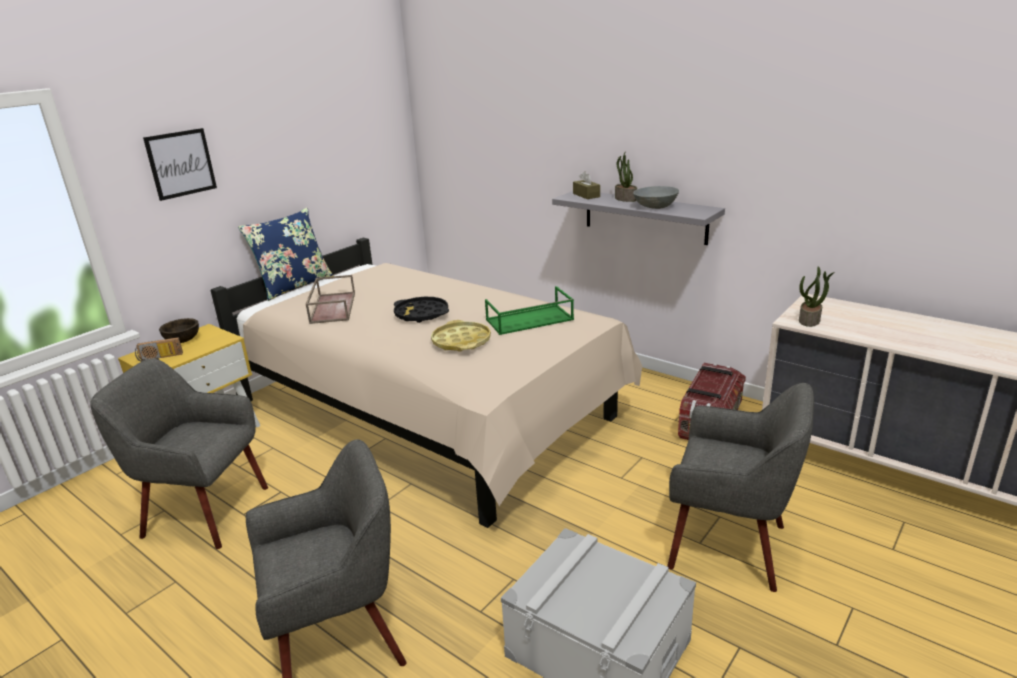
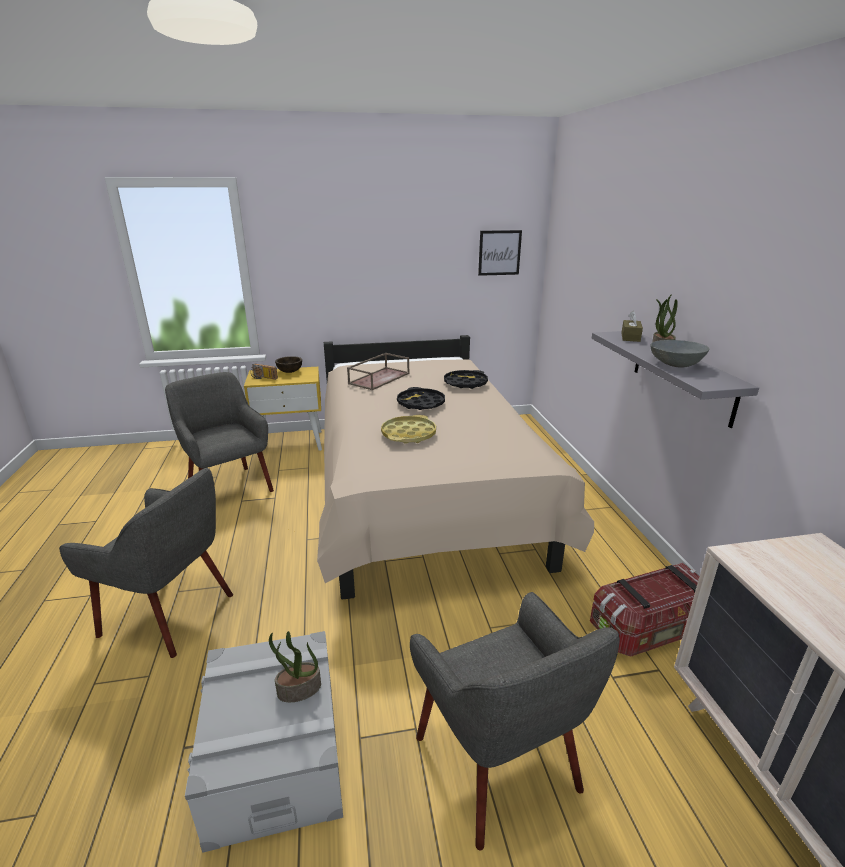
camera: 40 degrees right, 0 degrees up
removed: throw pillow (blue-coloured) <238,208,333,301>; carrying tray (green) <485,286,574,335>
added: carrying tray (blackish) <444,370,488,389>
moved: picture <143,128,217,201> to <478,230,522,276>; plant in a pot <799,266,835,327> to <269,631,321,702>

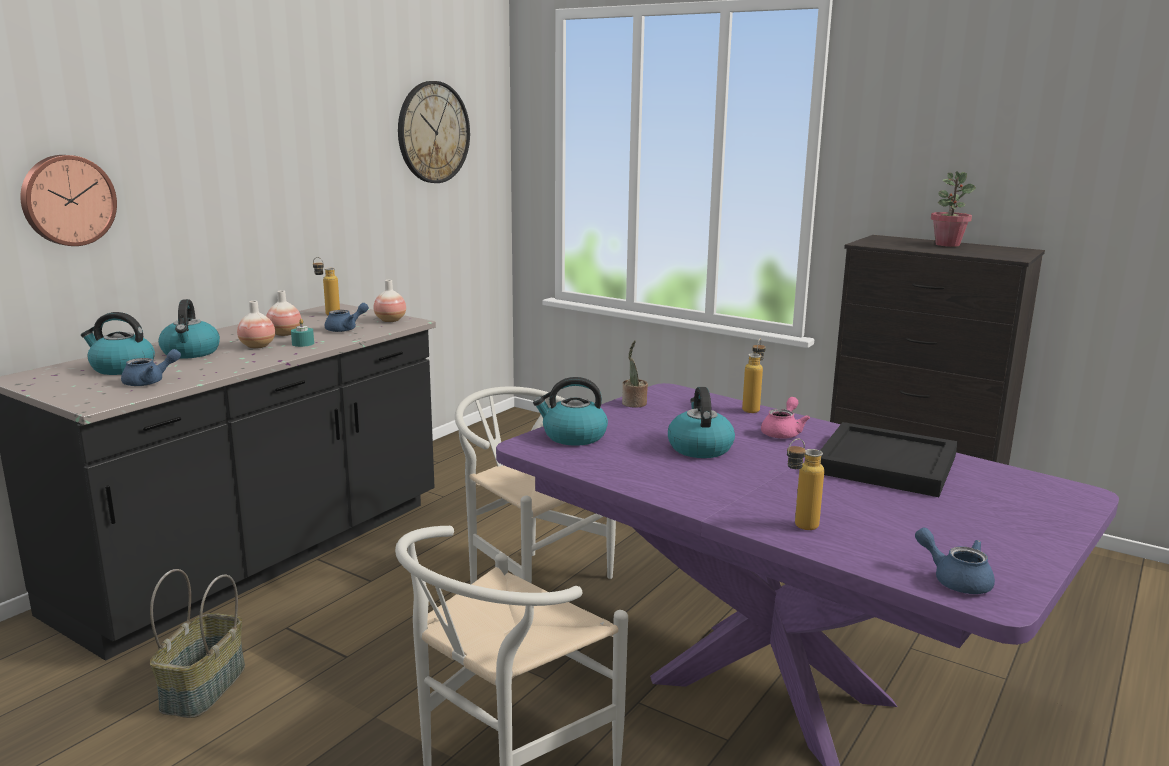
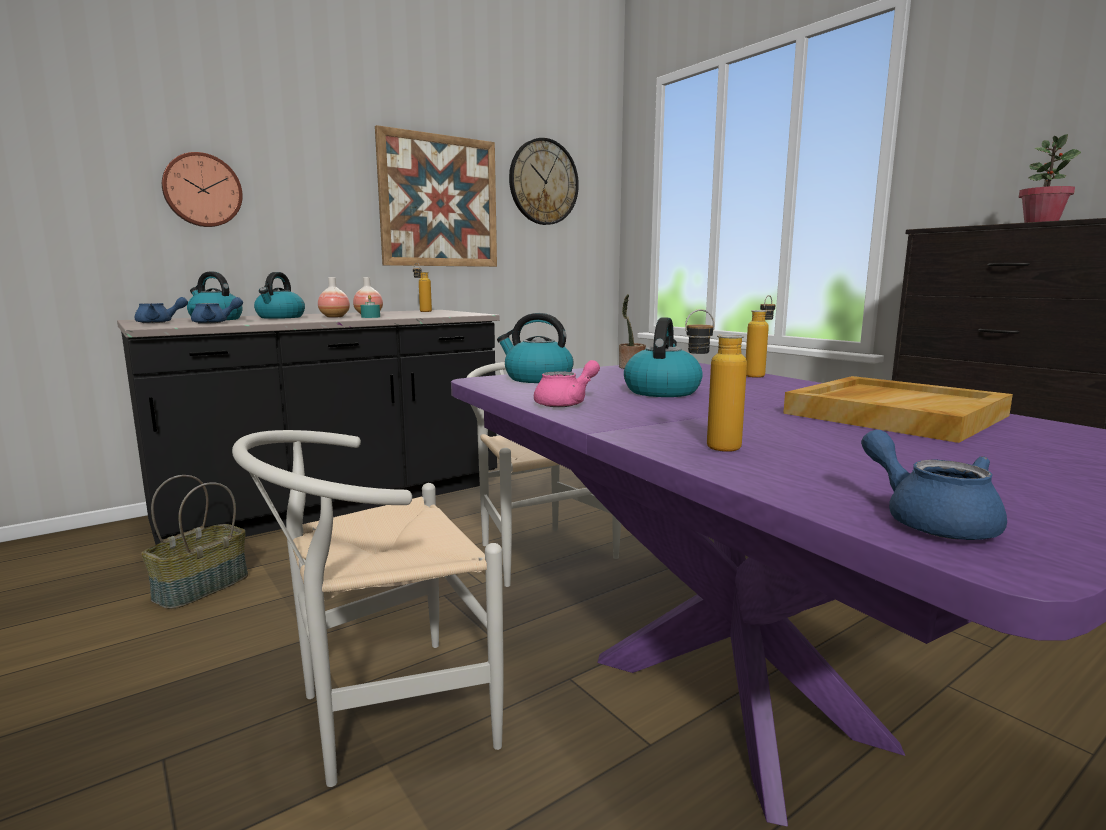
camera: 20 degrees right, 5 degrees down
removed: vase <374,280,406,322>
added: picture <375,125,497,267>
moved: teapot (blue-coloured) <324,303,369,332> to <135,297,188,323>; teapot (pinkish) <761,397,810,439> to <534,360,600,407>
recoloured: carrying tray (blackish) <820,422,958,497> to carrying tray (beige-coloured) <783,376,1013,443>

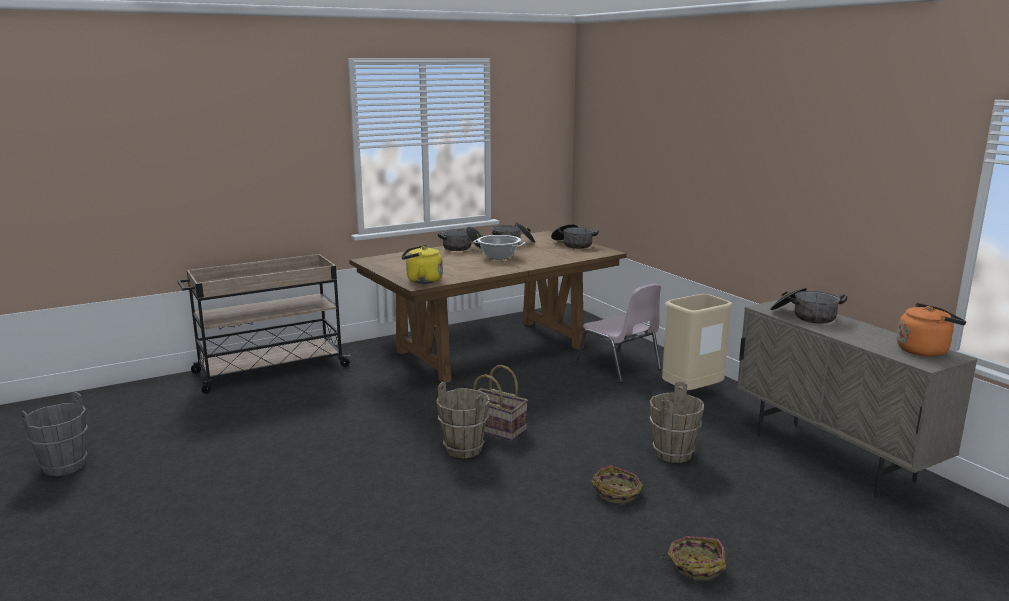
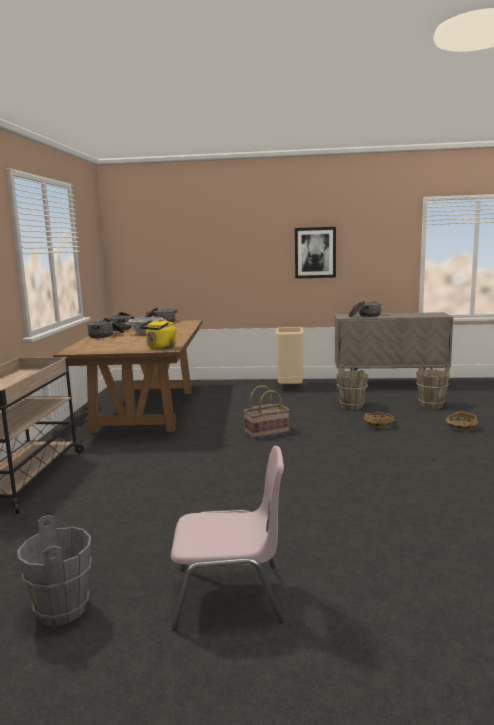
camera: 55 degrees left, 5 degrees down
removed: tea kettle (orange-coloured) <897,303,966,357>
added: picture <295,227,336,279>
moved: upright chair (pinkish) <575,284,661,383> to <171,445,284,631>; bucket (brownish) <436,382,490,458> to <416,364,450,409>

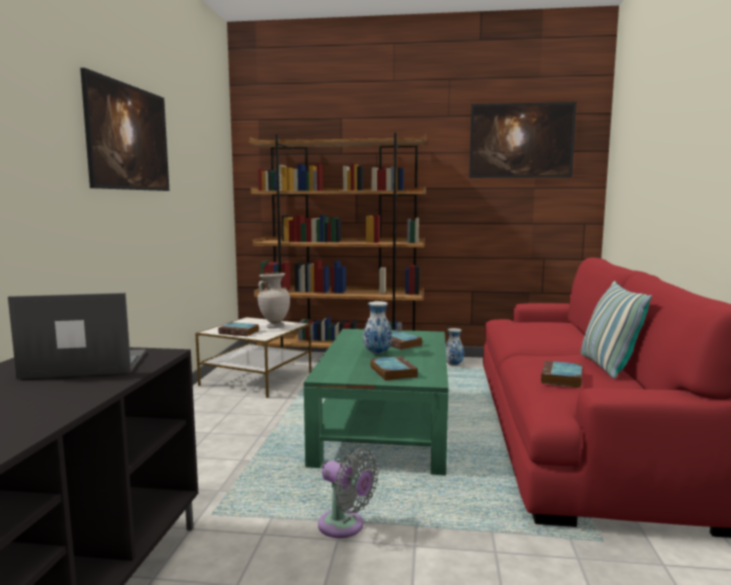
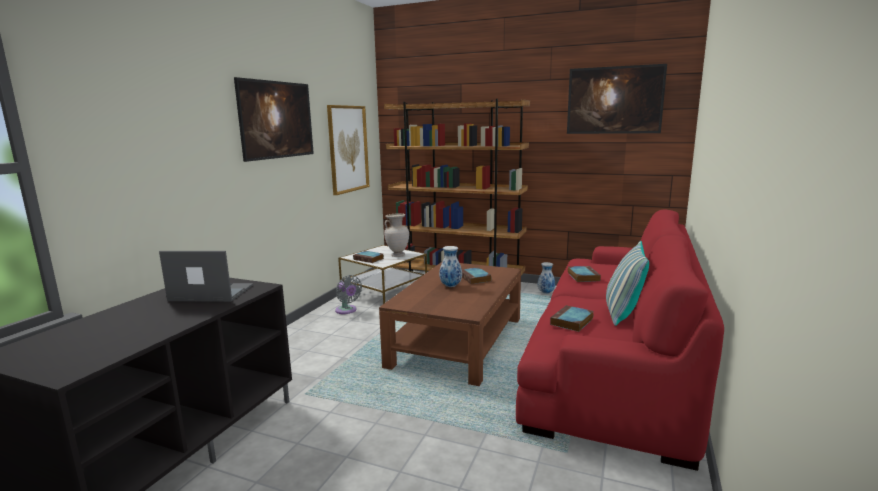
camera: 15 degrees right, 5 degrees up
added: picture <327,105,369,195>
moved: book <370,356,418,381> to <568,266,601,282>; cooling fan (gray) <318,448,379,538> to <335,275,362,314>
recoloured: lounge table (green) <304,329,448,475> to lounge table (brownish) <379,261,521,386>

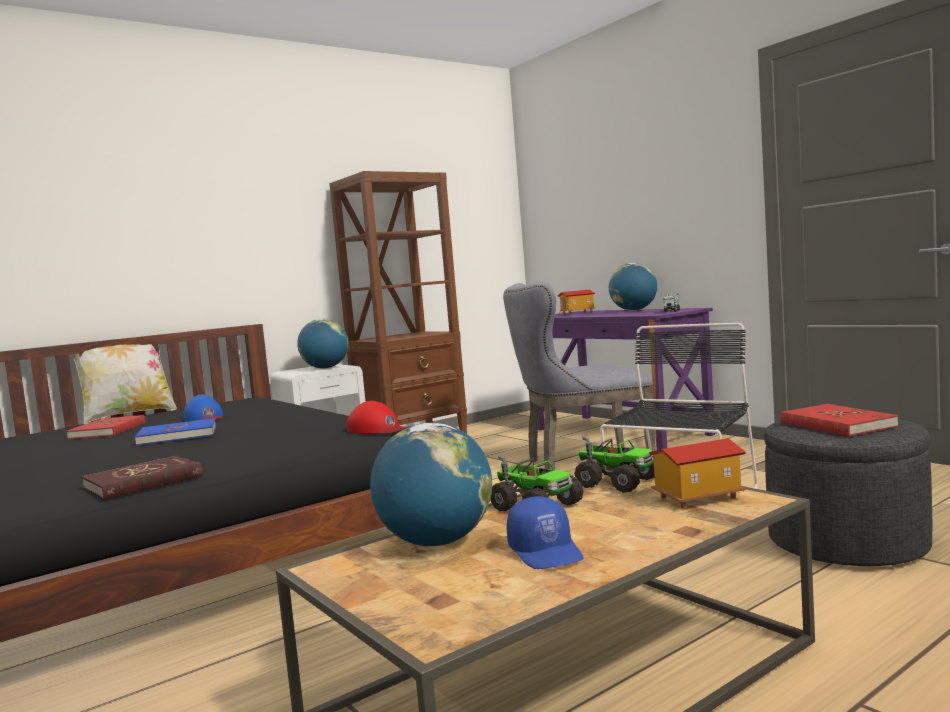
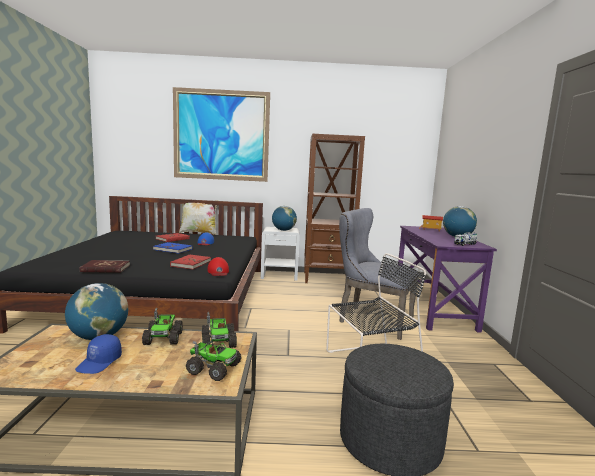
camera: 35 degrees right, 5 degrees up
added: picture <173,87,270,182>
moved: book (red) <780,404,898,437> to <170,254,211,269>
replaced: miniature house <649,438,746,508> to toy lorry <186,340,242,381>

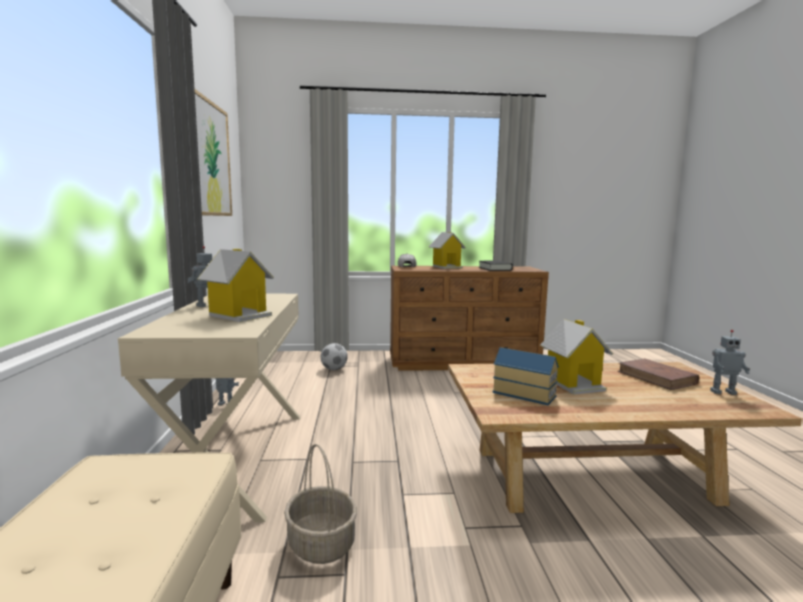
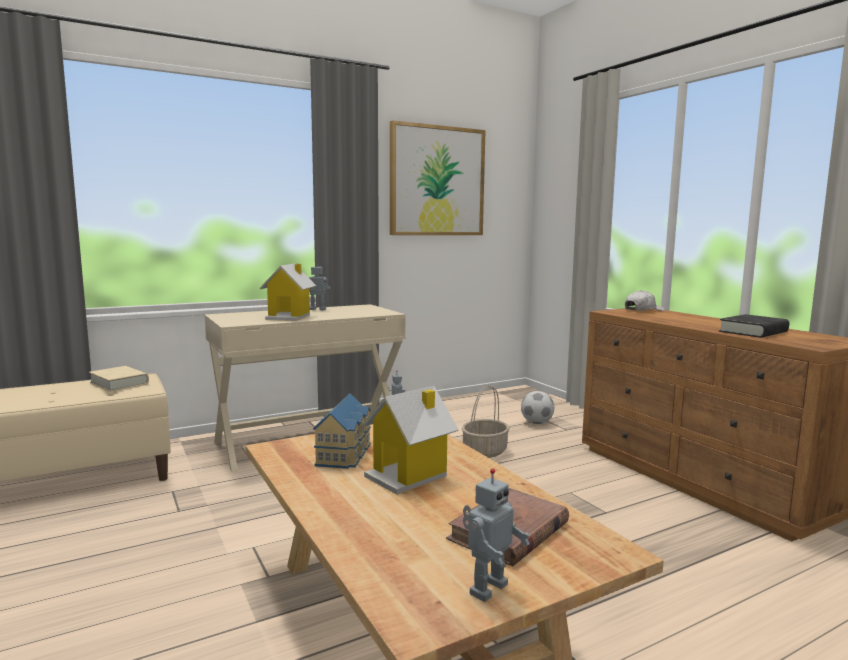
camera: 65 degrees right, 0 degrees up
removed: miniature house <429,232,466,269>
added: book (beige-coloured) <89,366,149,392>
moved: storage basket <284,444,357,564> to <462,385,510,458>
turned: model robot <710,330,750,395> = <463,468,530,602> 120 degrees counterclockwise

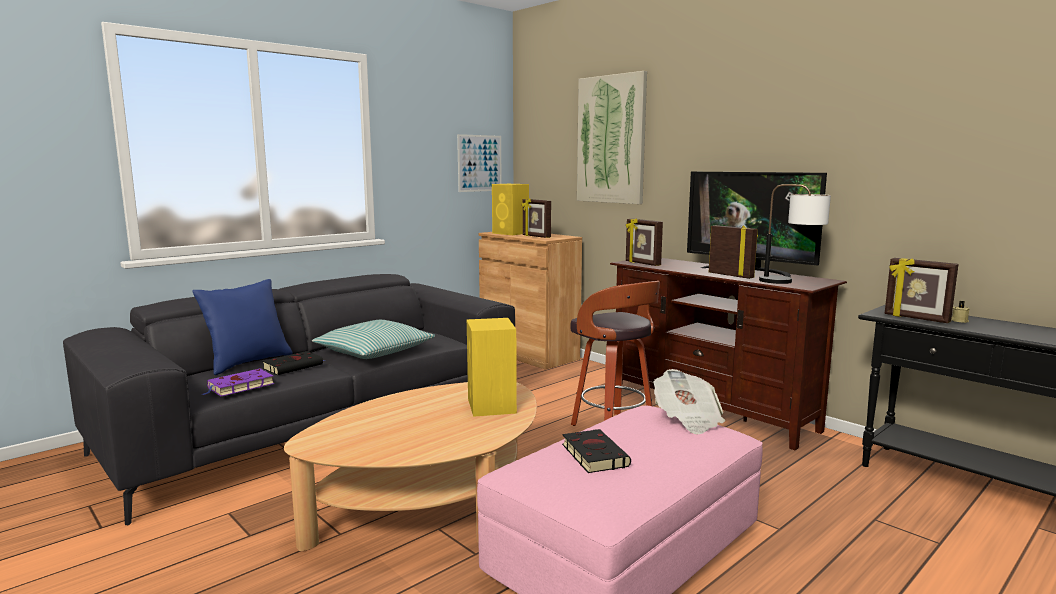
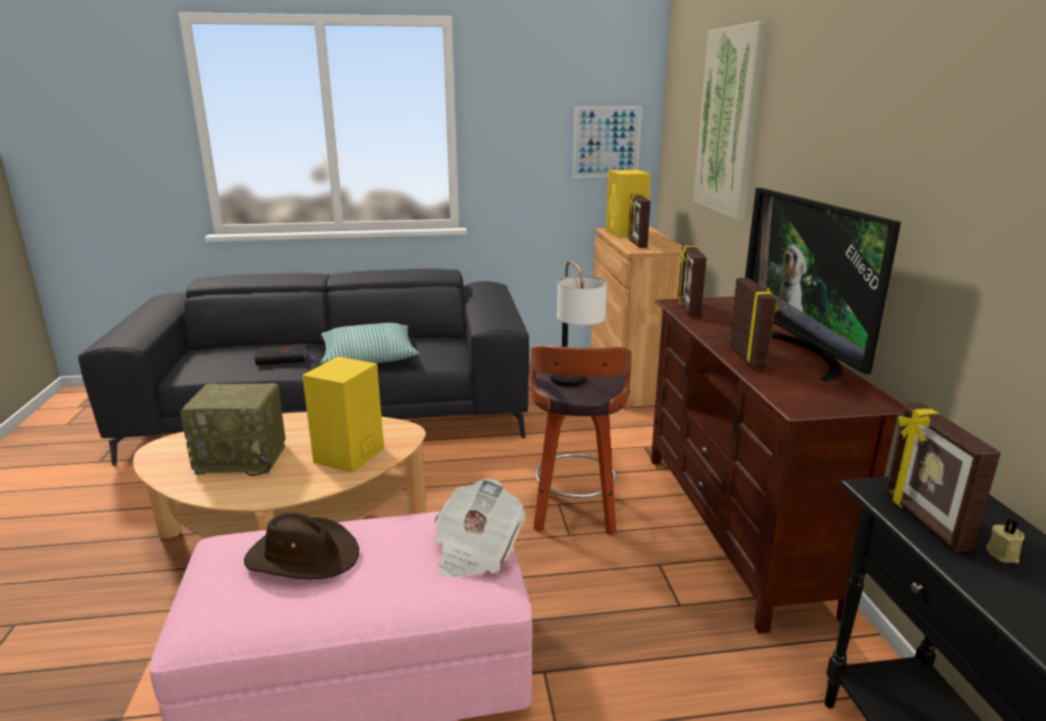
camera: 35 degrees right, 10 degrees up
removed: throw pillow (blue-coloured) <192,279,293,375>; book (purplish) <203,369,274,396>
added: radio set <180,383,286,476>
moved: tabletop lamp <759,184,831,284> to <550,260,607,386>
replaced: book (blackish) <562,429,631,473> to hat (brownish) <244,512,359,579>

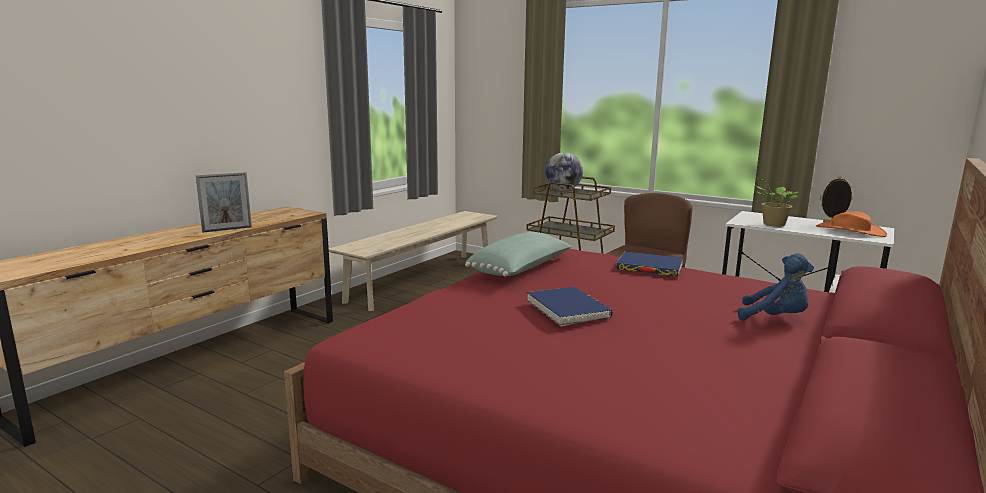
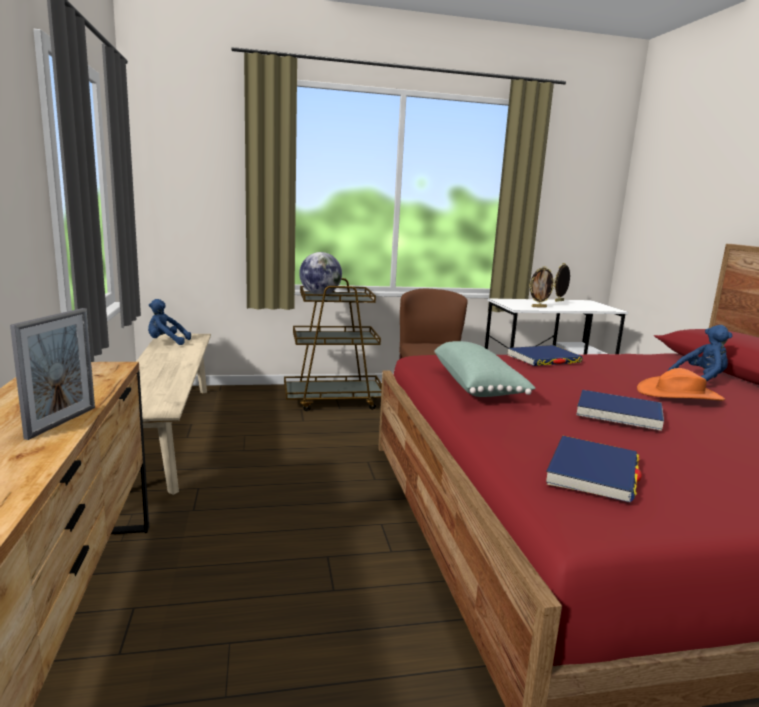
camera: 45 degrees left, 0 degrees up
added: plush toy (blue-coloured) <148,299,191,345>; book (blue-coloured) <546,435,642,503>
moved: hat (orange-coloured) <816,211,887,237> to <637,368,725,401>
replaced: plant in a pot <754,178,798,227> to picture frame <529,266,555,308>

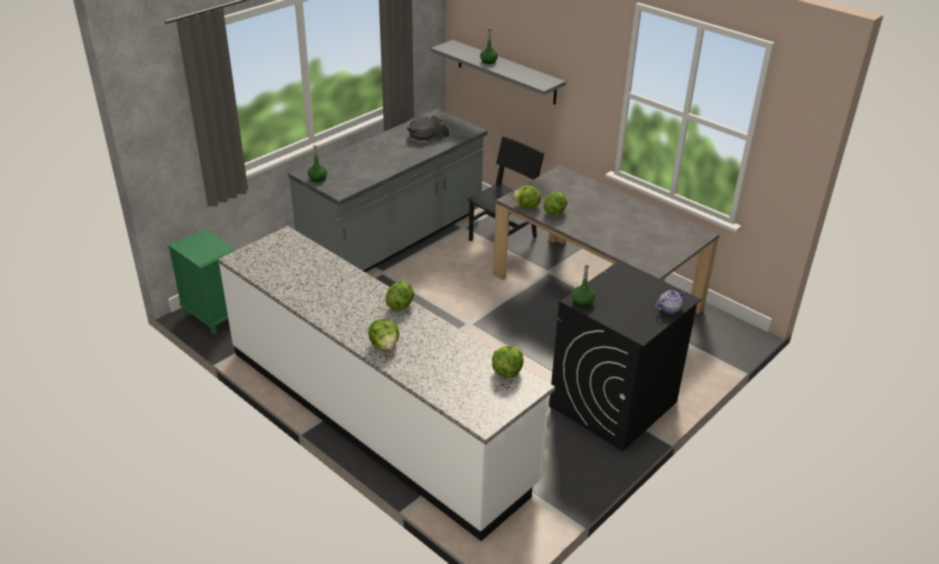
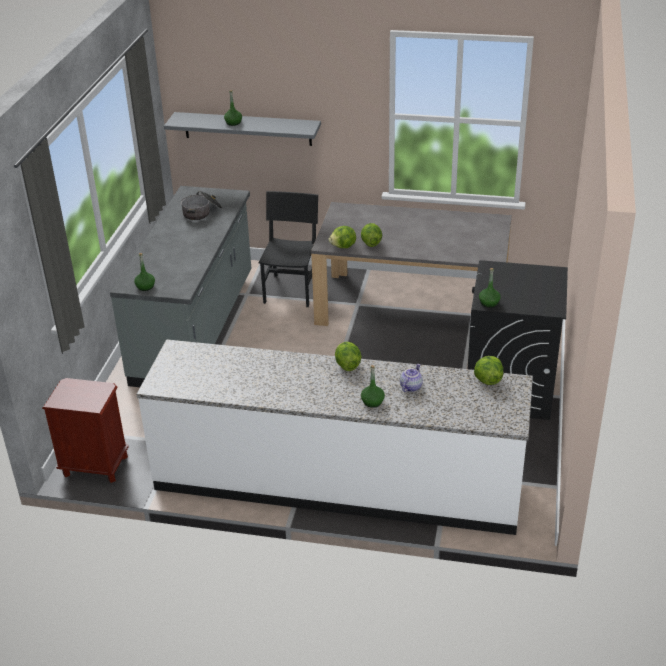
camera: 30 degrees left, 0 degrees up
moved: teapot <655,290,687,314> to <400,364,423,392>
replaced: lettuce <368,319,399,350> to bottle (green) <361,365,385,408>
recoloured: bedside table (green) <168,230,236,334> to bedside table (brownish) <42,378,129,483>

